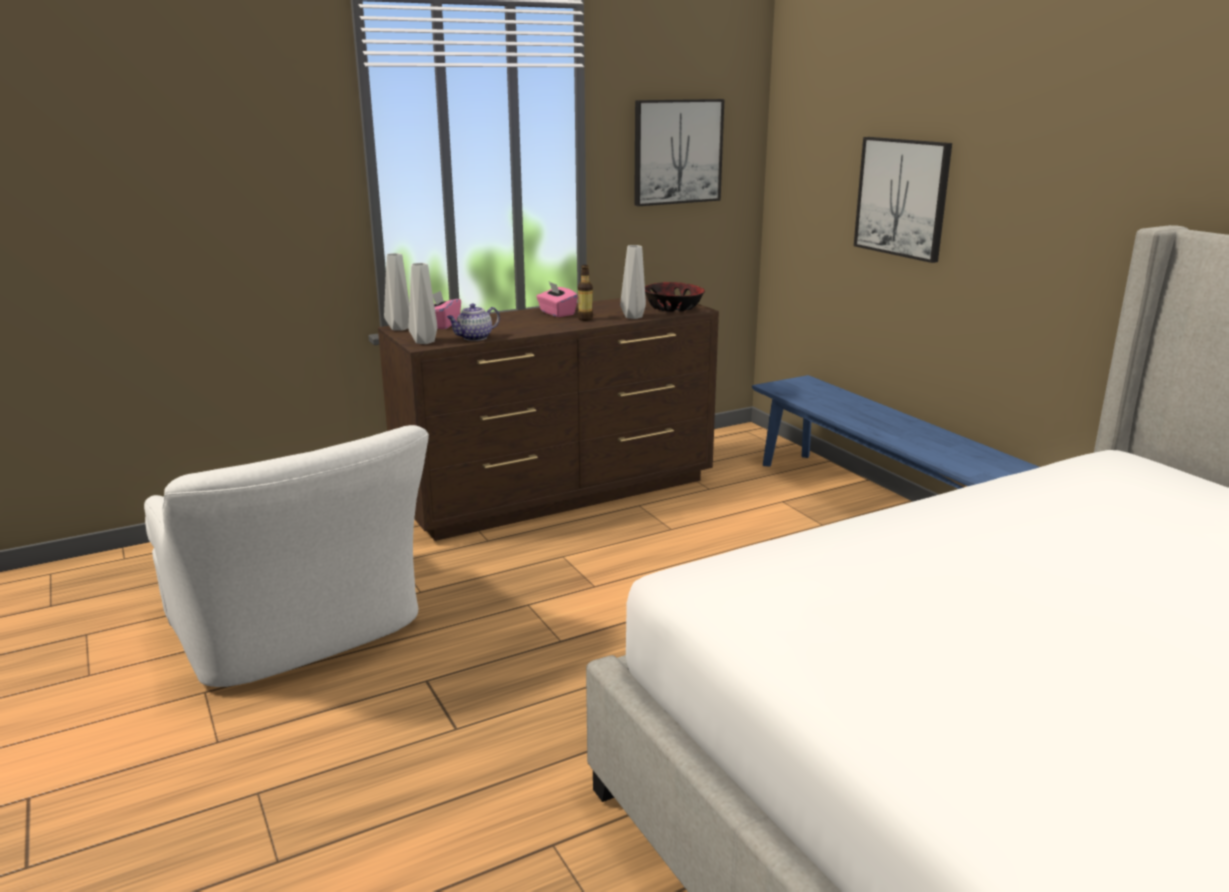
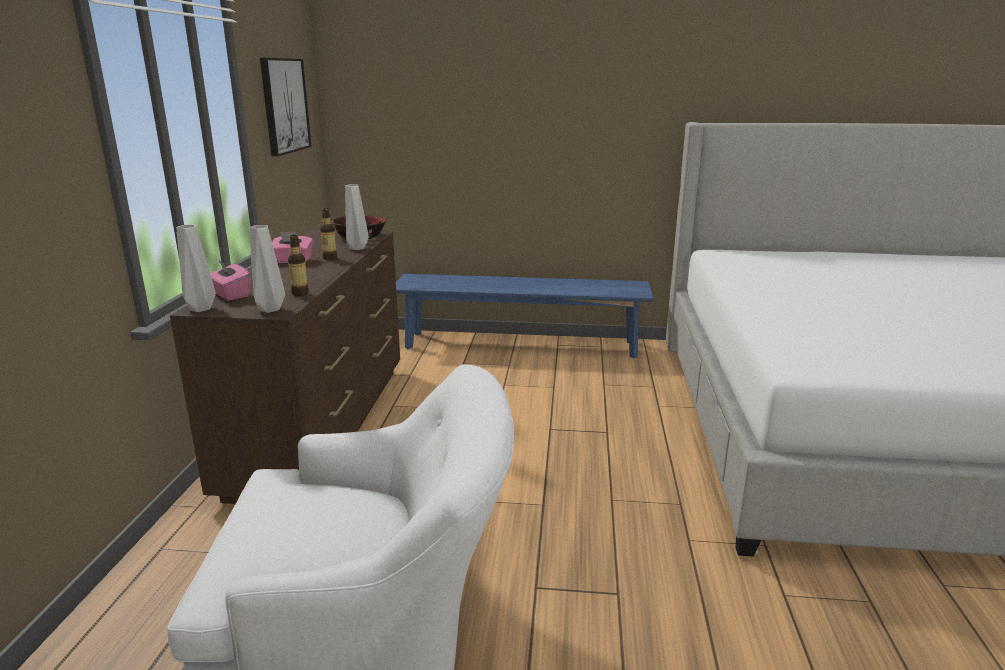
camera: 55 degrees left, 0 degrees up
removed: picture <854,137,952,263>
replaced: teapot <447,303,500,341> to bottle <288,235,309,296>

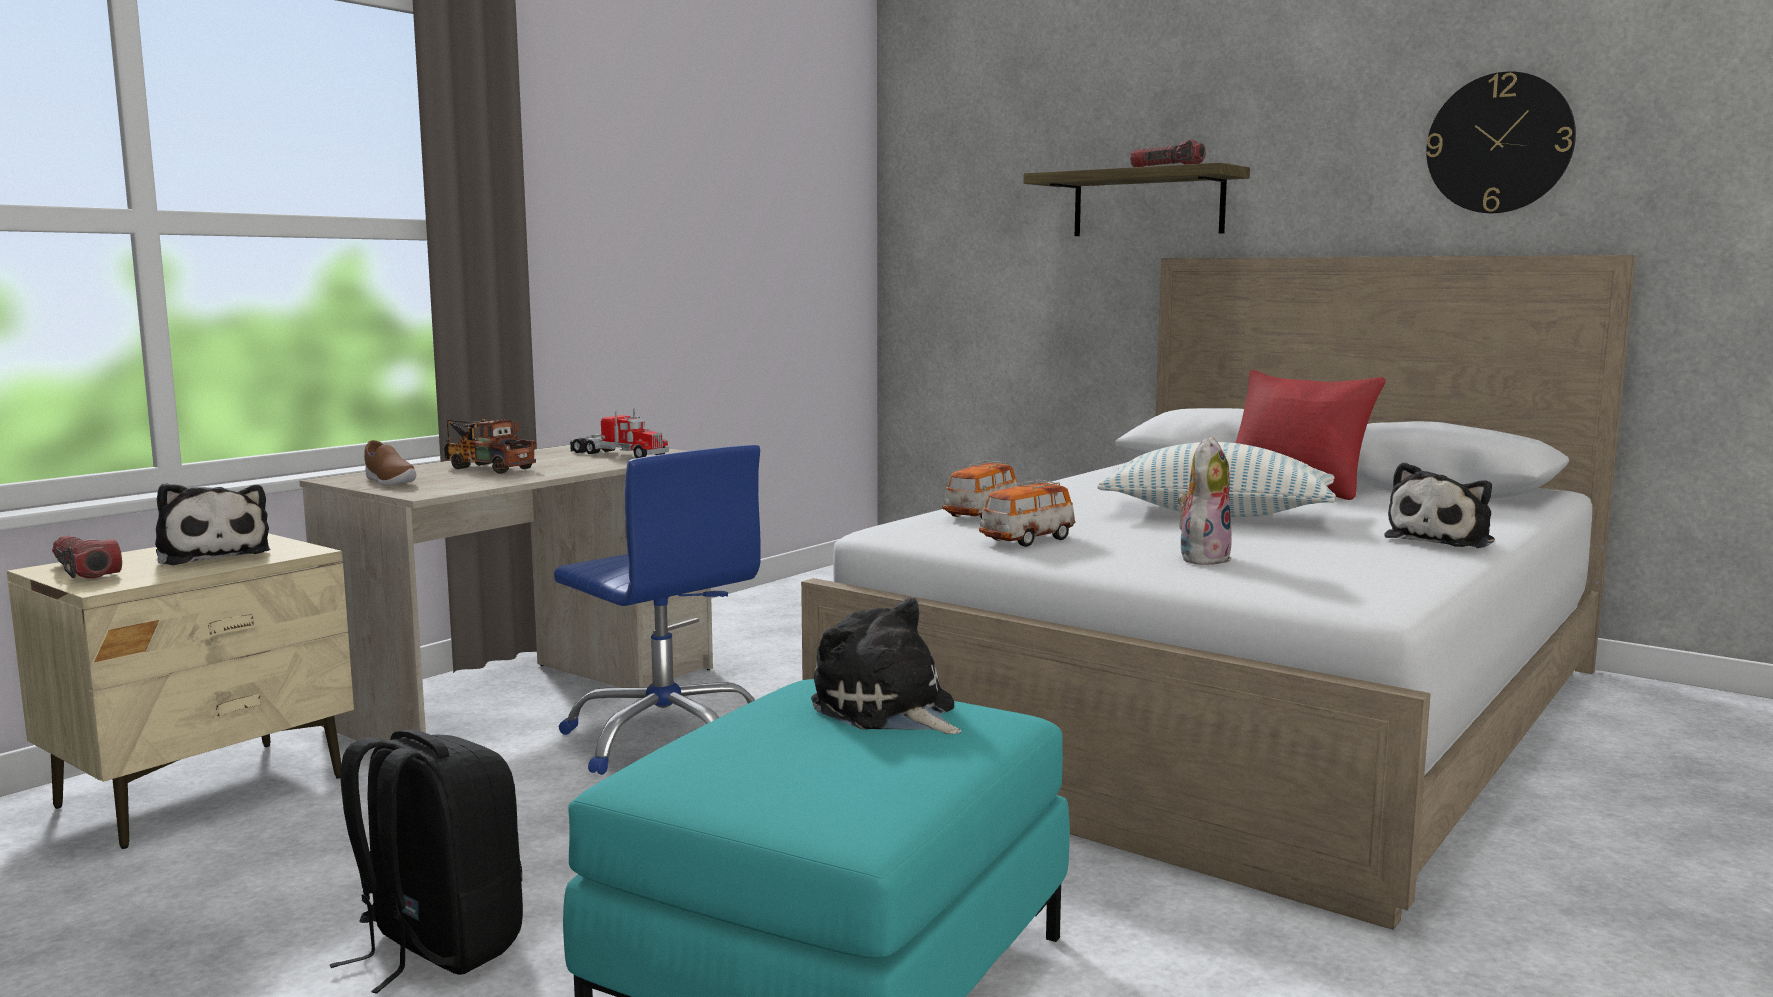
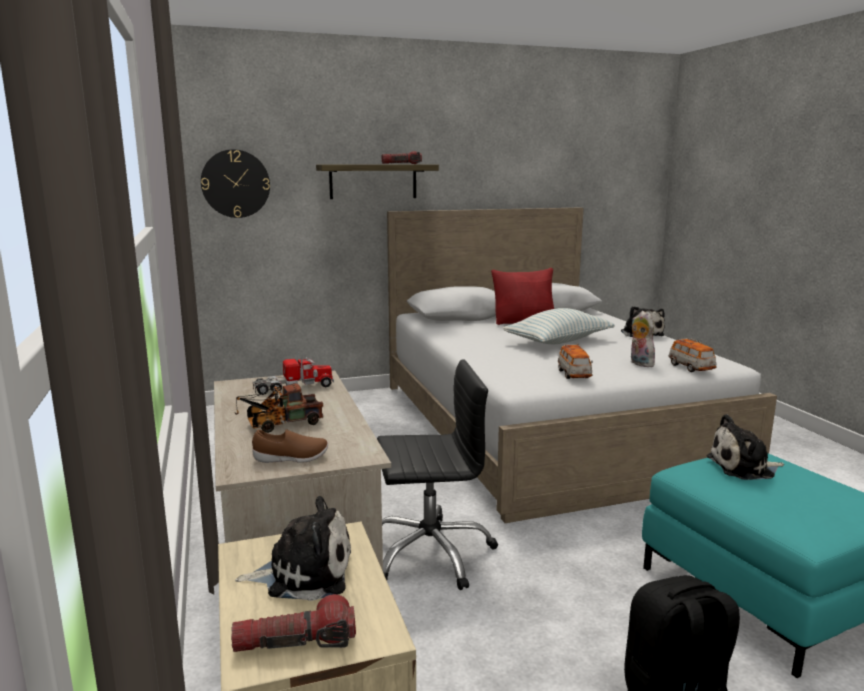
camera: 55 degrees left, 5 degrees up
moved: wall clock <1426,71,1576,213> to <201,149,270,218>; miniature car <943,460,1018,519> to <669,338,717,372>
recoloured: office chair (blue-coloured) <554,445,761,775> to office chair (blackish) <377,359,498,590>

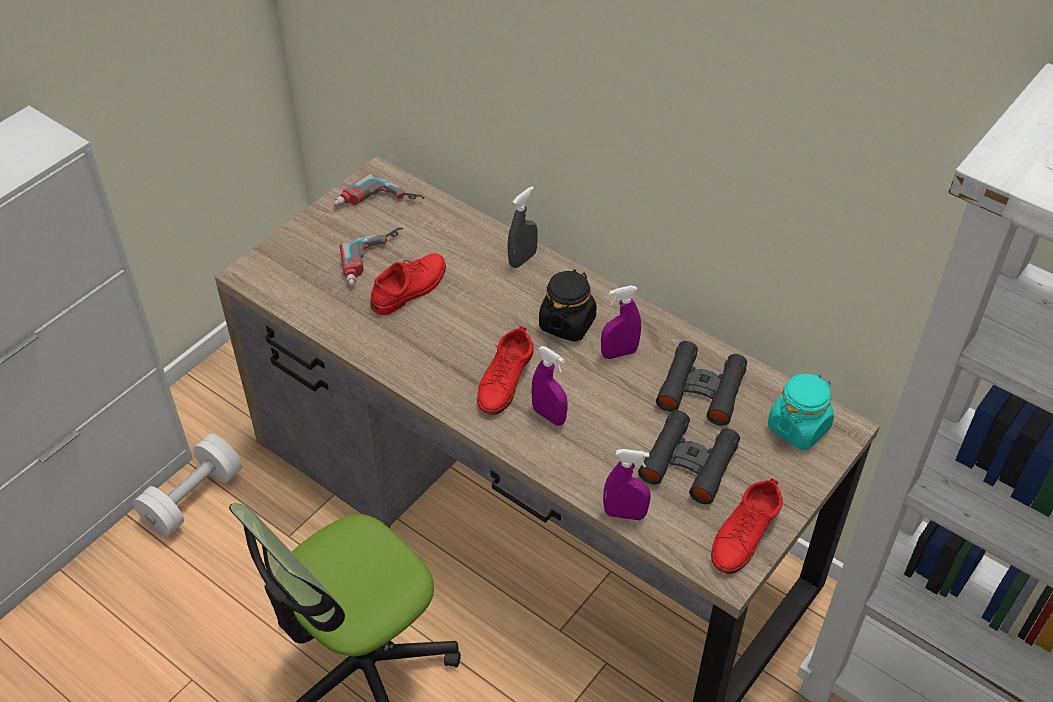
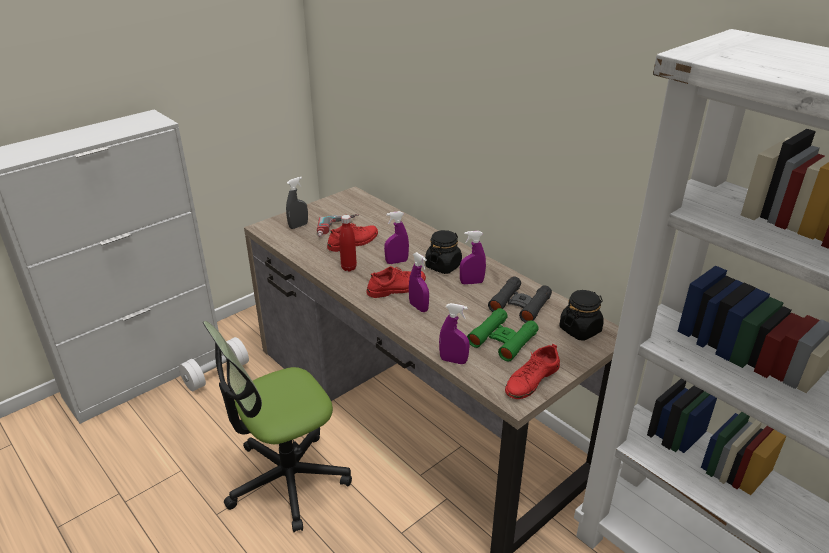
camera: 10 degrees right, 15 degrees down
removed: drill <333,173,424,206>
added: sprayer (purplish) <384,211,409,264>; bottle (red) <339,215,357,271>
moved: sprayer (gray) <508,186,538,268> to <286,177,308,229>
recoloured: jar (turquoise-coloured) <768,374,834,450> to jar (blackish) <559,290,604,341>; field glasses (blackish) <638,410,740,504> to field glasses (green) <467,308,539,362>
turned: item of footwear (red) <477,326,534,415> = <366,266,426,298> 150 degrees counterclockwise

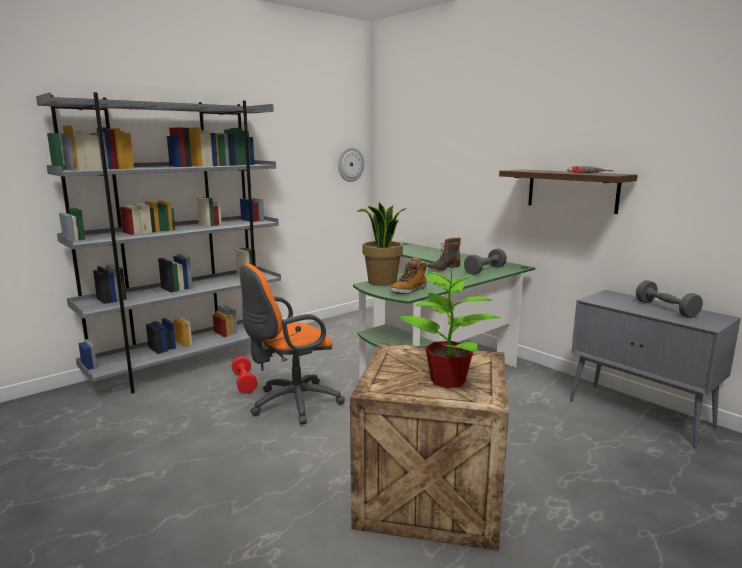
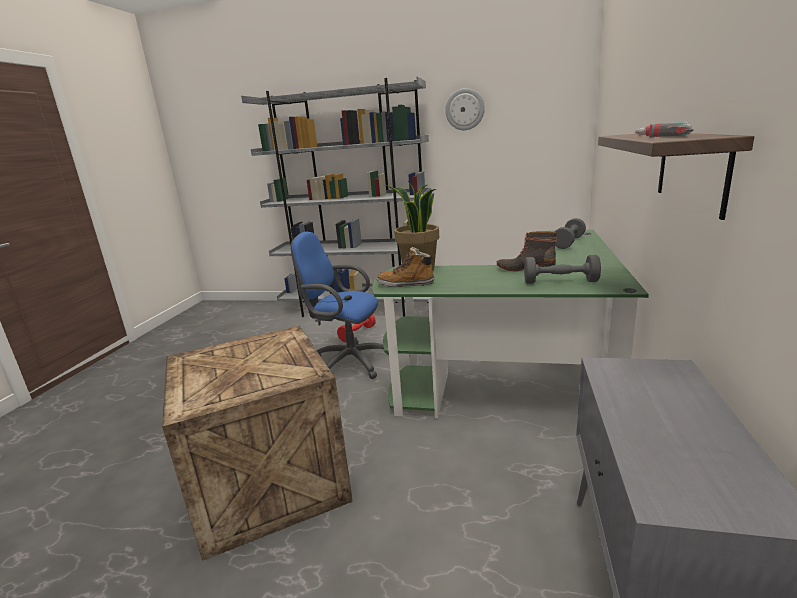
camera: 55 degrees right, 5 degrees up
removed: plant in a pot <396,264,500,388>
moved: wall clock <338,147,364,182> to <445,88,485,130>; dumbbell (gray) <636,280,703,318> to <555,218,586,249>
recoloured: office chair (orange-coloured) <239,264,345,425> to office chair (blue-coloured) <291,232,389,379>

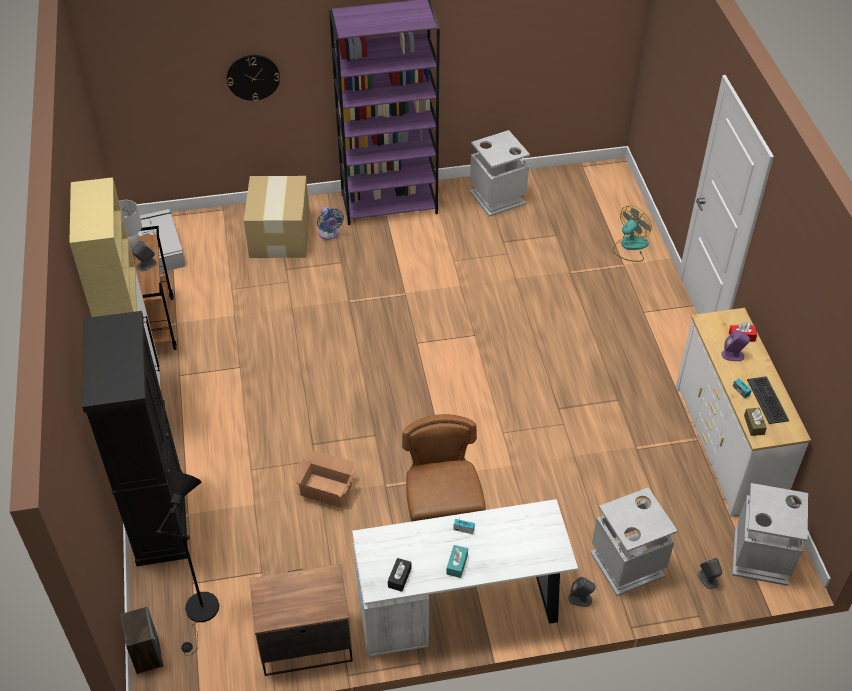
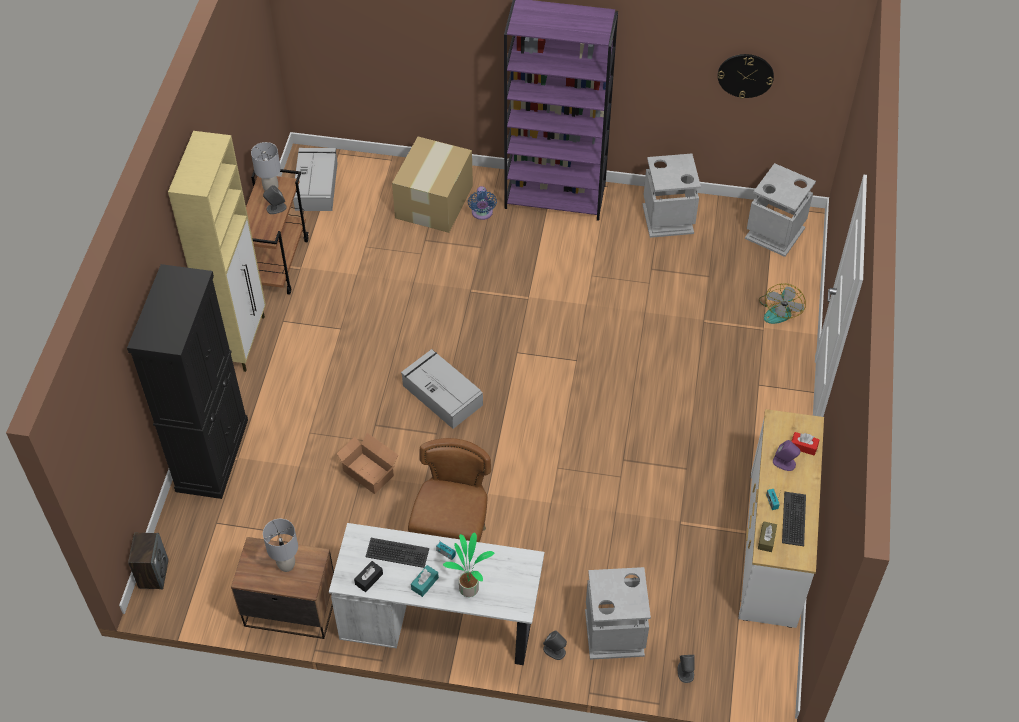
camera: 20 degrees right, 5 degrees up
removed: standing lamp (blackish) <155,471,219,656>
added: storage bin (gray) <401,349,483,429>; tabletop lamp (gray) <263,519,298,572>; plant in a pot <443,532,494,597>; computer keyboard <365,538,430,568>
moved: wall clock <227,55,280,101> to <718,54,774,99>; waste bin (gray) <732,483,808,586> to <745,163,816,257>
turned: cooling fan <613,206,652,262> = <759,283,806,324> 135 degrees clockwise

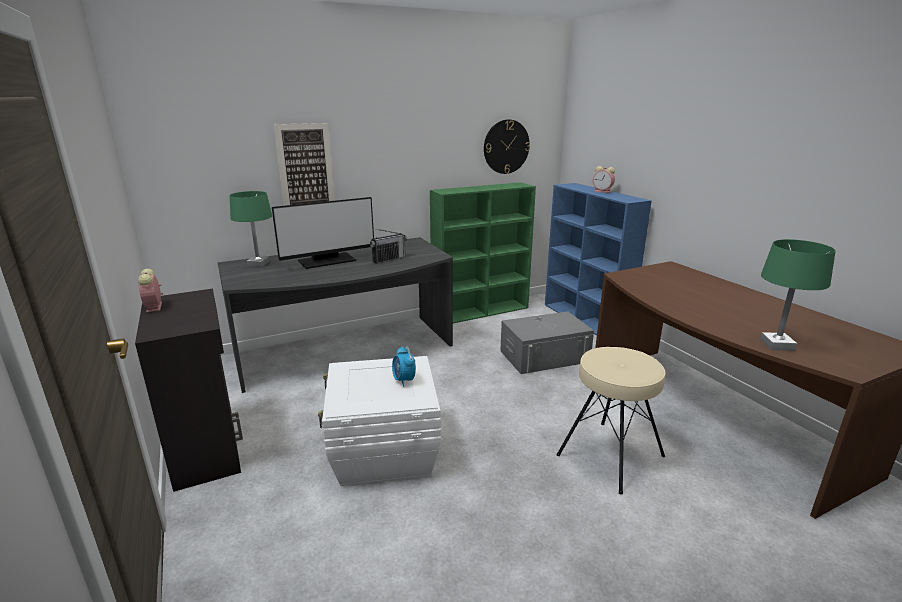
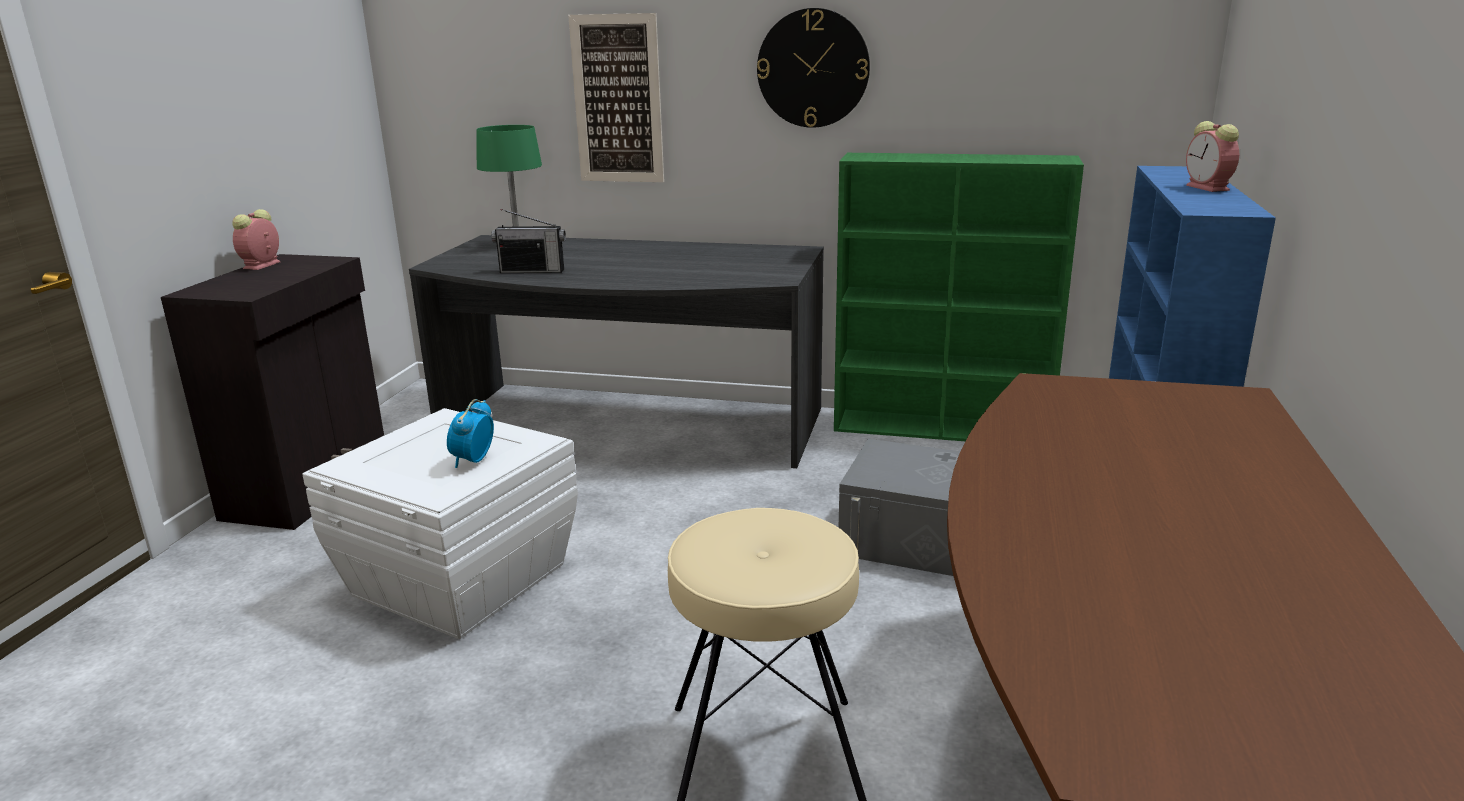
camera: 40 degrees right, 0 degrees up
removed: monitor <272,197,374,269>; tabletop lamp (green) <760,239,836,351>
moved: wall clock <484,119,530,174> to <757,8,870,128>; radio set <370,229,407,264> to <491,209,566,273>

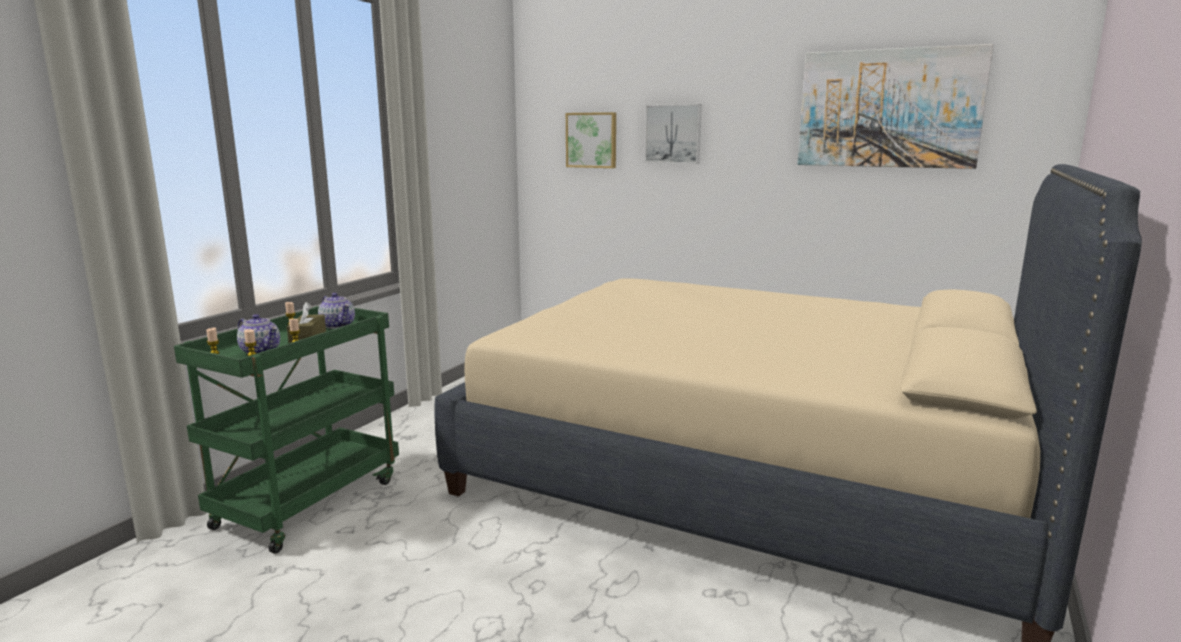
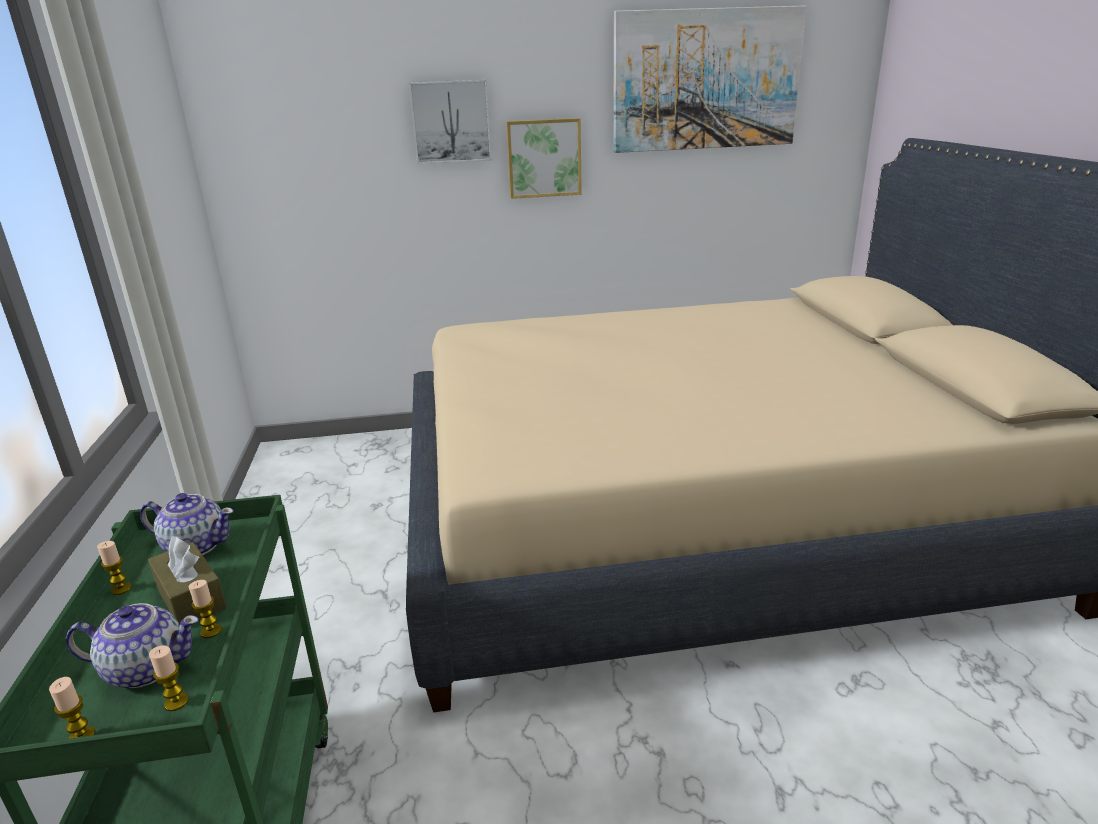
camera: 35 degrees left, 10 degrees up
moved: picture <566,112,616,168> to <506,118,582,199>

